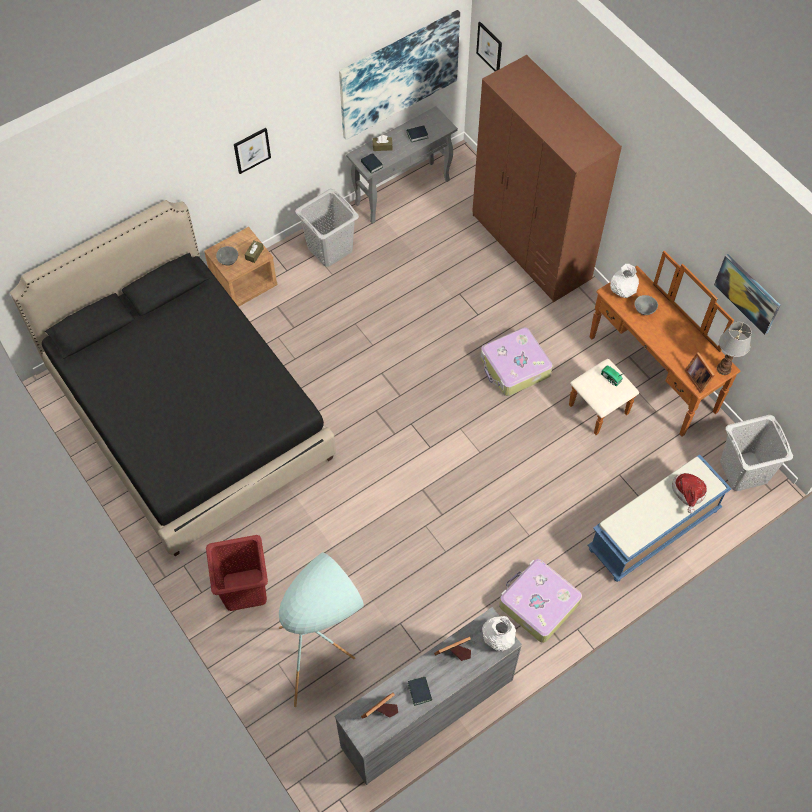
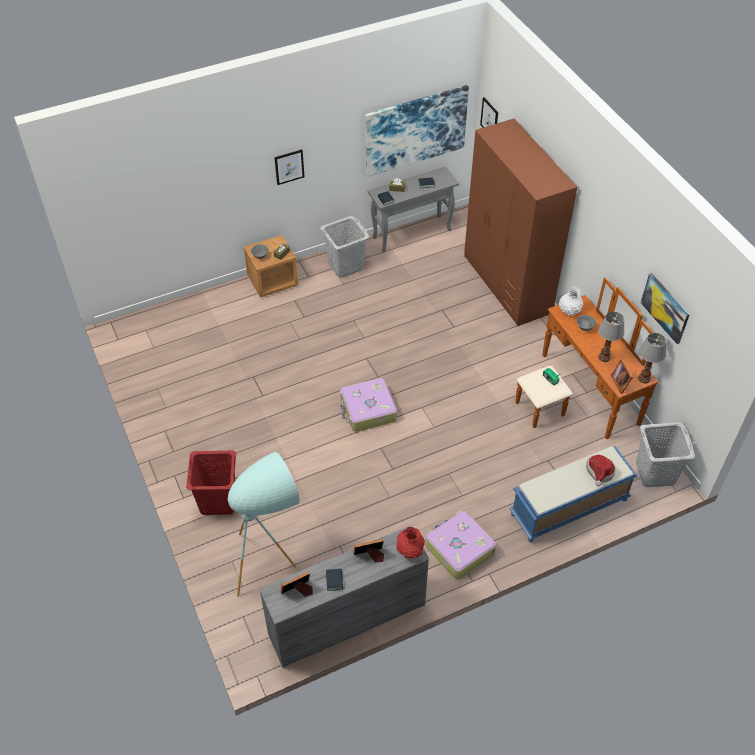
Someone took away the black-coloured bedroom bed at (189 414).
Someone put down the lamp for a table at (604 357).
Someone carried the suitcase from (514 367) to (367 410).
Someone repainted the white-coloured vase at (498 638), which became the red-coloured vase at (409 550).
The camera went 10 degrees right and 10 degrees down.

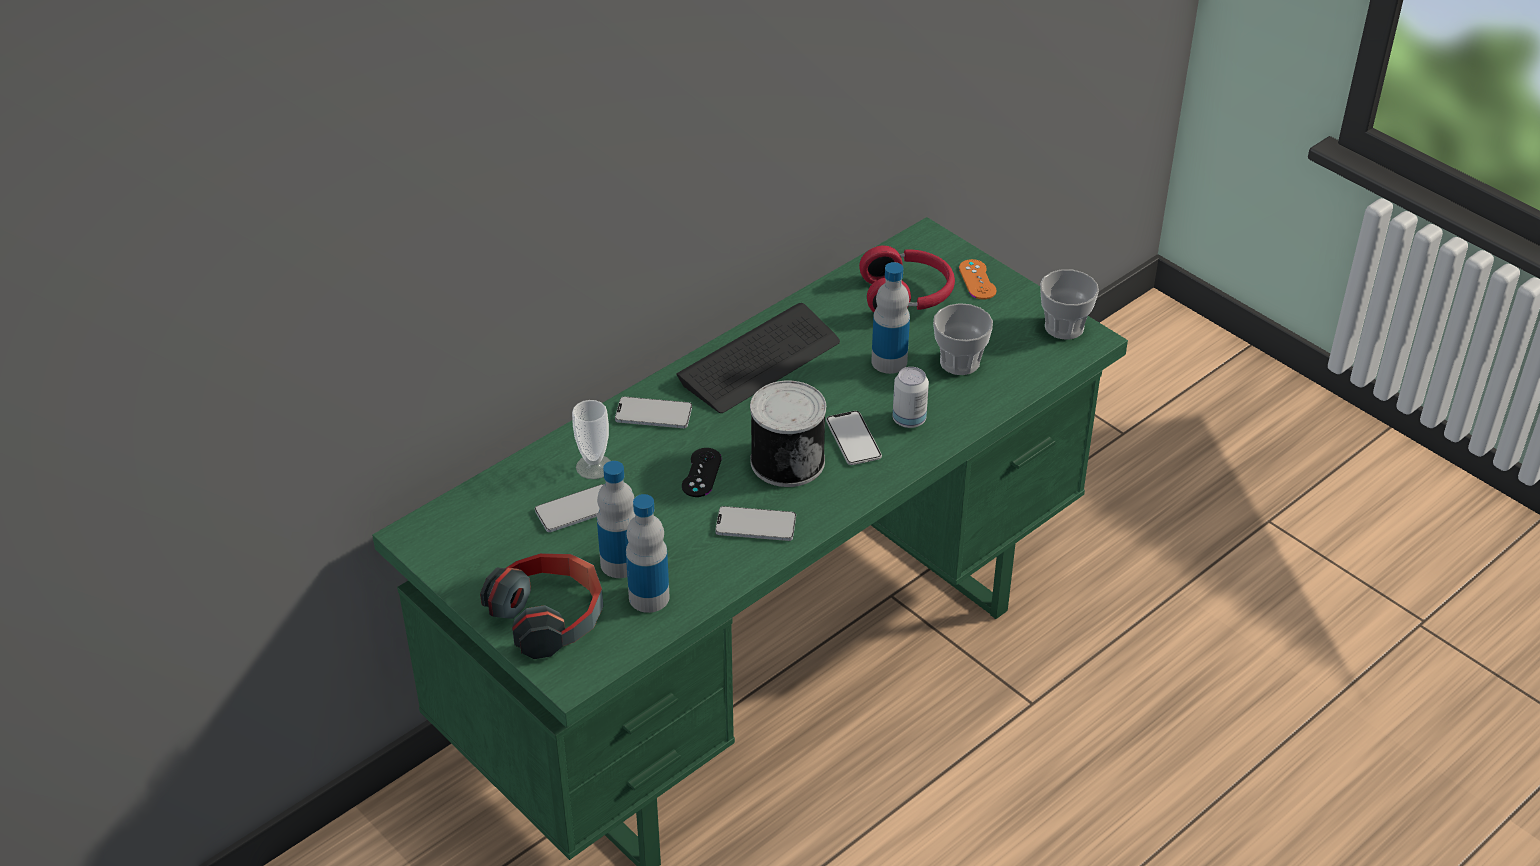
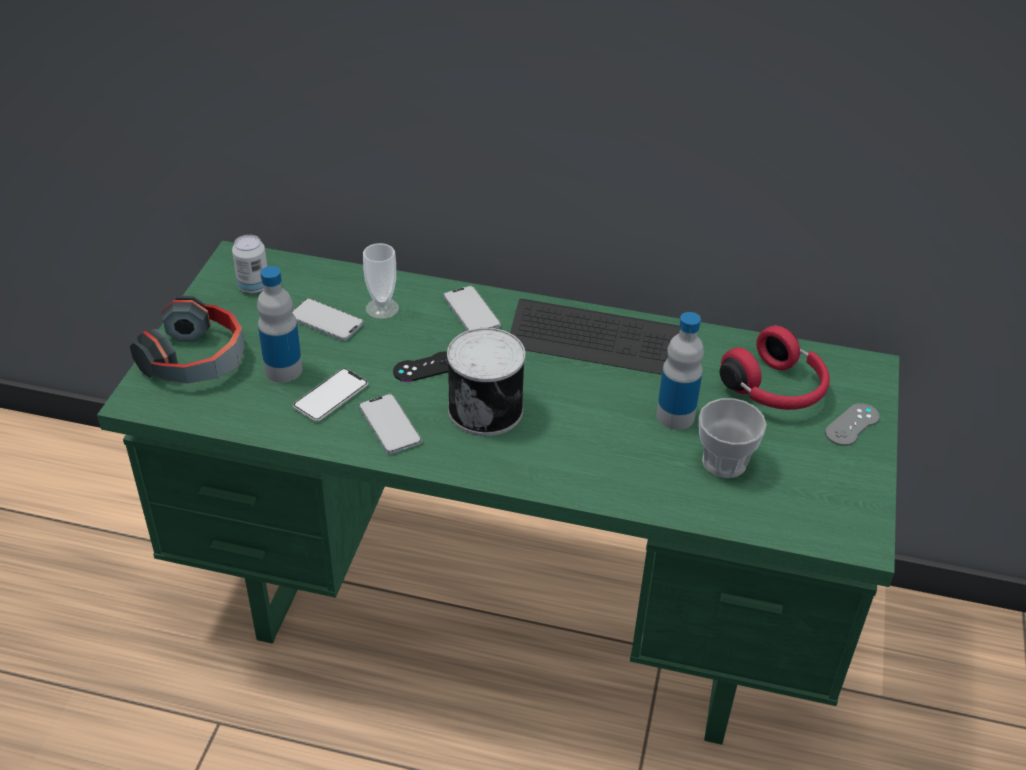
Someone took away the bottle at (649 597).
Someone took away the cup at (1064 327).
Someone carried the telephone from (853 439) to (331 396).
Someone carried the sealed can from (909 420) to (254 286).
Someone repainted the orange game controller at (977 280), which became the gray game controller at (852 425).
The camera went 55 degrees right and 0 degrees up.

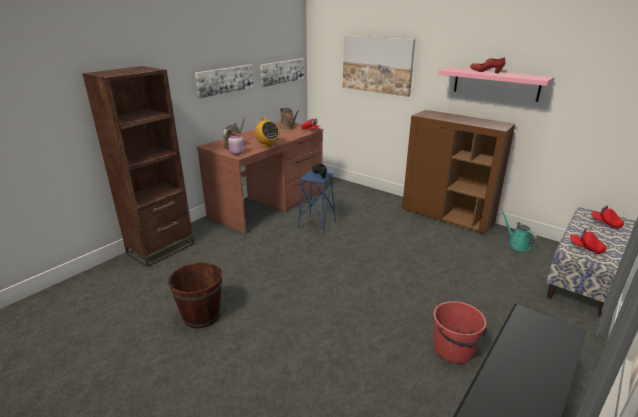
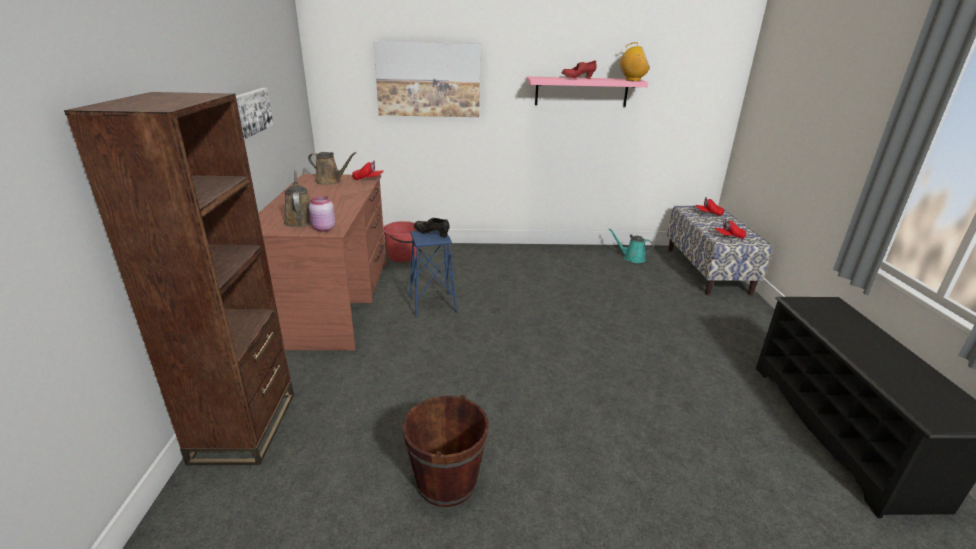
Someone took away the wall art at (282 71).
Someone took away the brown cabinet at (447 217).
Someone carried the radio from (267 145) to (632 80).
Someone carried the red-coloured pail from (454 349) to (403 256).
The camera went 40 degrees left and 0 degrees up.

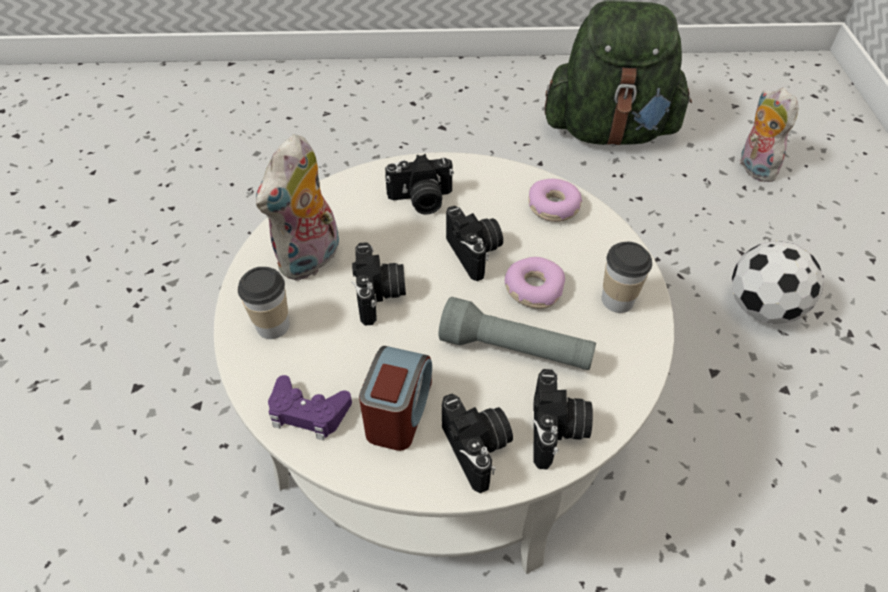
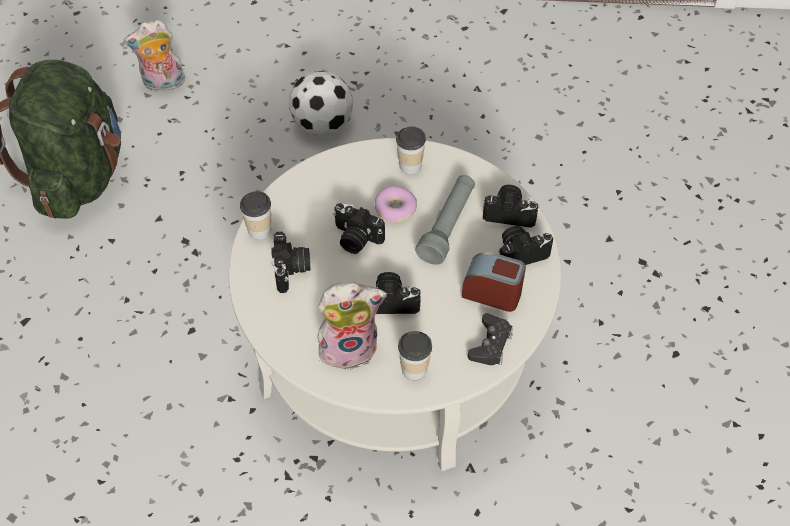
Someone took away the ring doughnut at (553 207).
Someone put down the cup at (259 230).
Someone repainted the purple-coloured game controller at (308 412), which became the black-coloured game controller at (490 344).
Someone rotated the soft toy at (311 260) by 45 degrees counterclockwise.
Someone rotated the photo camera at (476 253) by 135 degrees counterclockwise.
The camera went 85 degrees left and 5 degrees up.

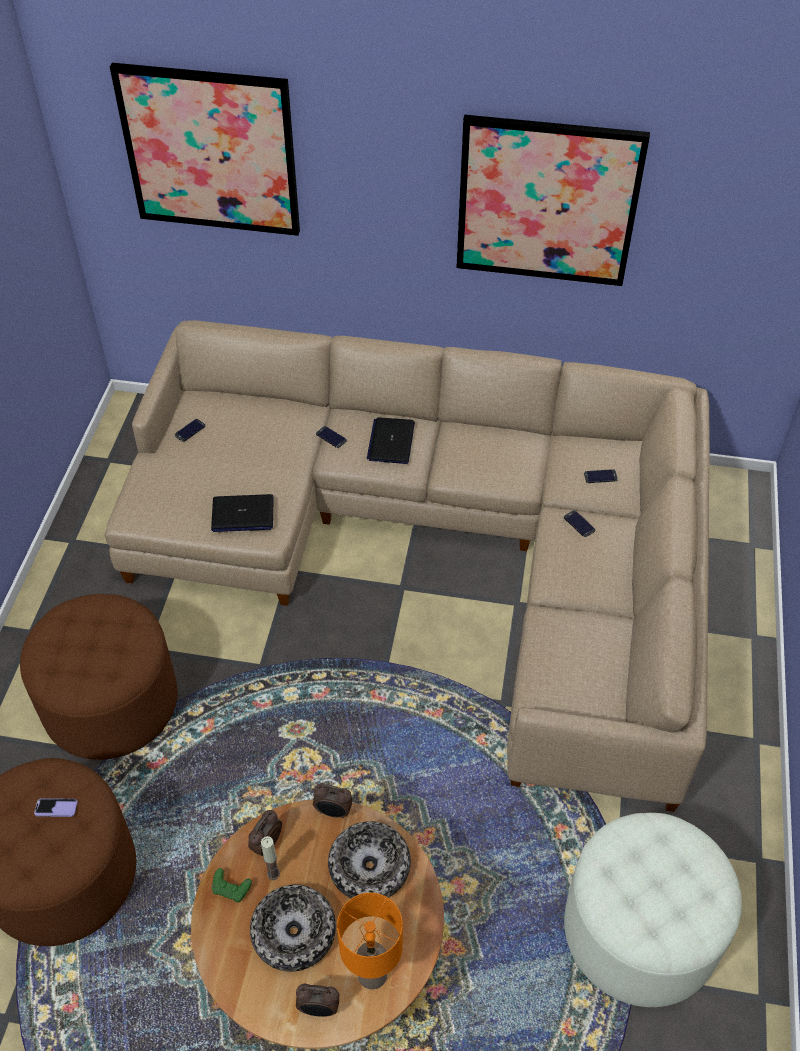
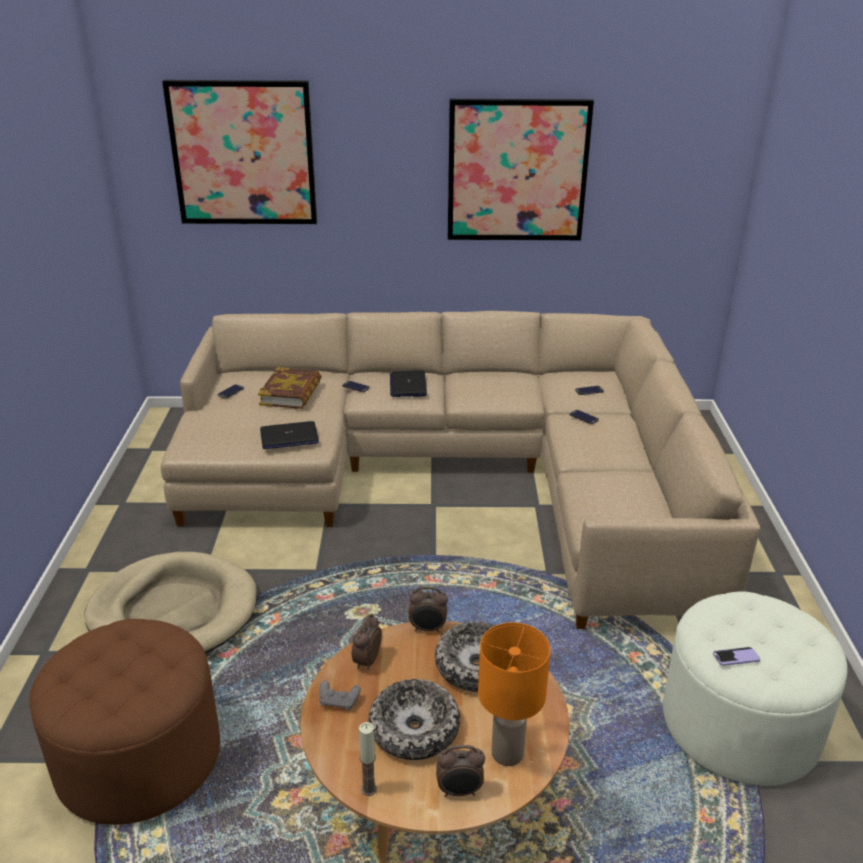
Someone put down the bound book at (291 393).
Someone carried the telephone from (56 808) to (736 657).
Someone carried the wax candle from (273 874) to (369 789).
Someone swapped the brown footrest at (110 701) for the beige dog cushion at (174 612).
Someone repainted the green-coloured game controller at (231 889), which became the gray game controller at (339 702).
The camera went 10 degrees left and 20 degrees down.

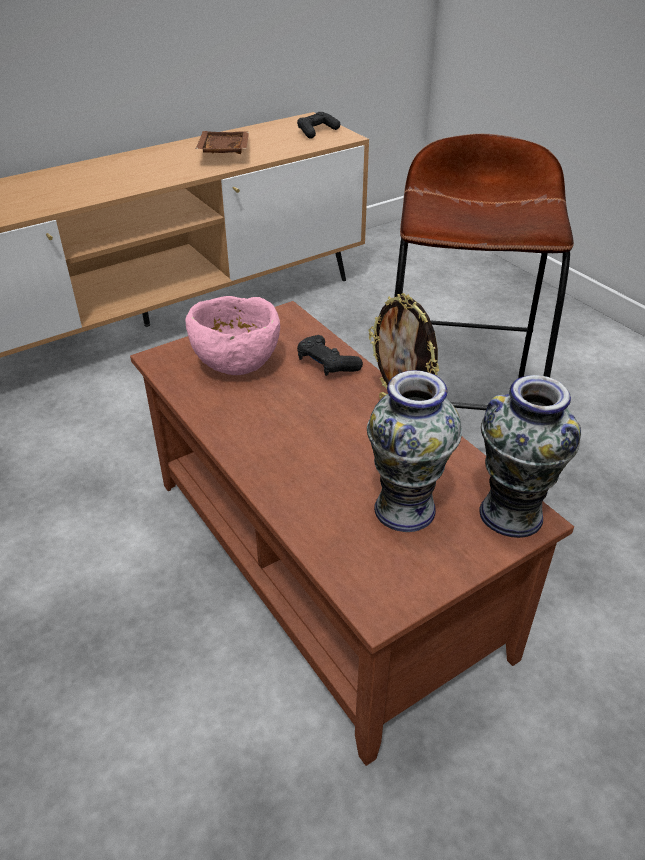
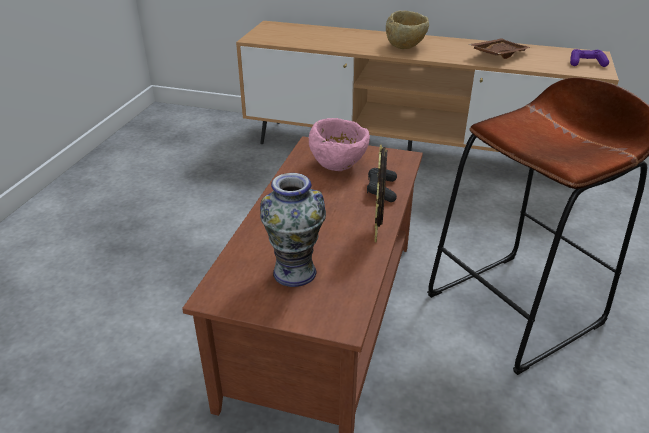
Someone took away the vase at (510 514).
Someone put down the beige deep dish at (406 47).
Someone repainted the black-coloured game controller at (317 131), which became the purple-coloured game controller at (586 63).
The camera went 50 degrees right and 5 degrees down.

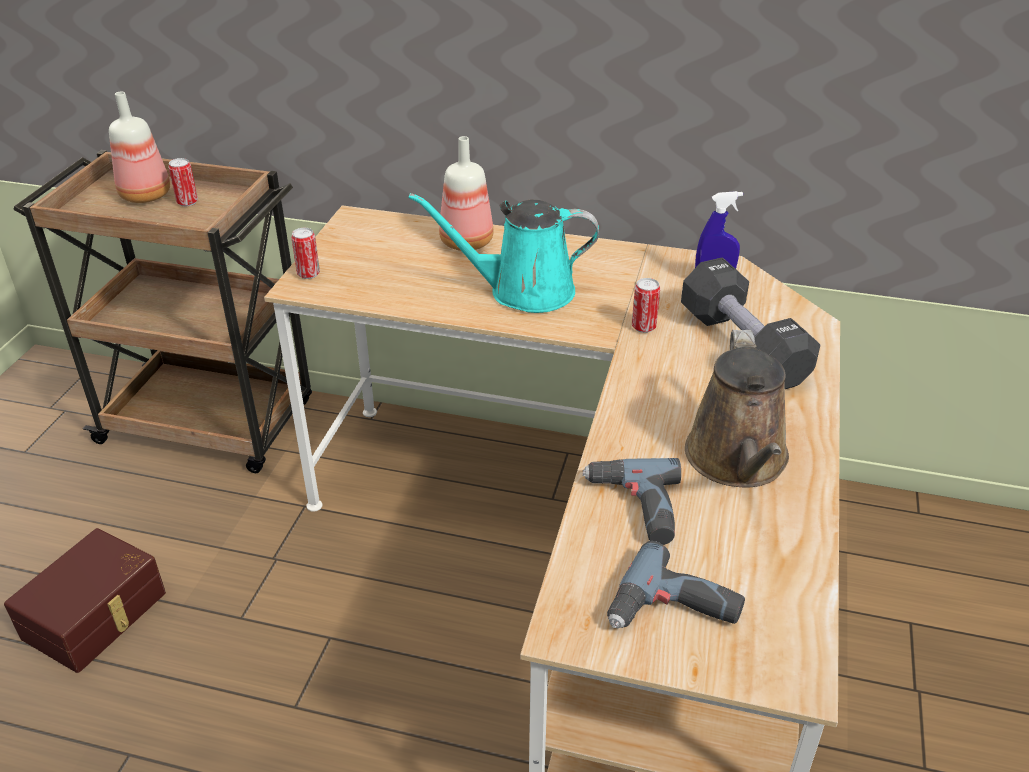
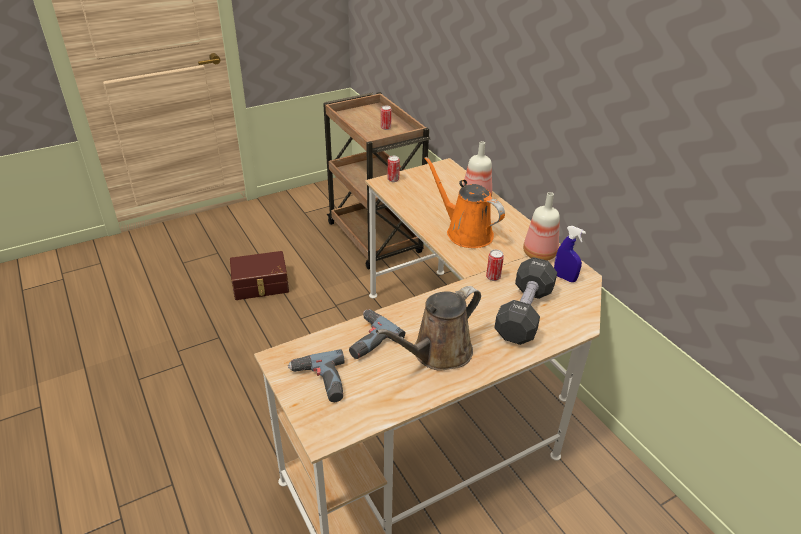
Someone carried the bottle from (146 195) to (540 253).
Someone repainted the turquoise watering can at (523 291), which became the orange watering can at (465 232).
The camera went 45 degrees right and 0 degrees up.

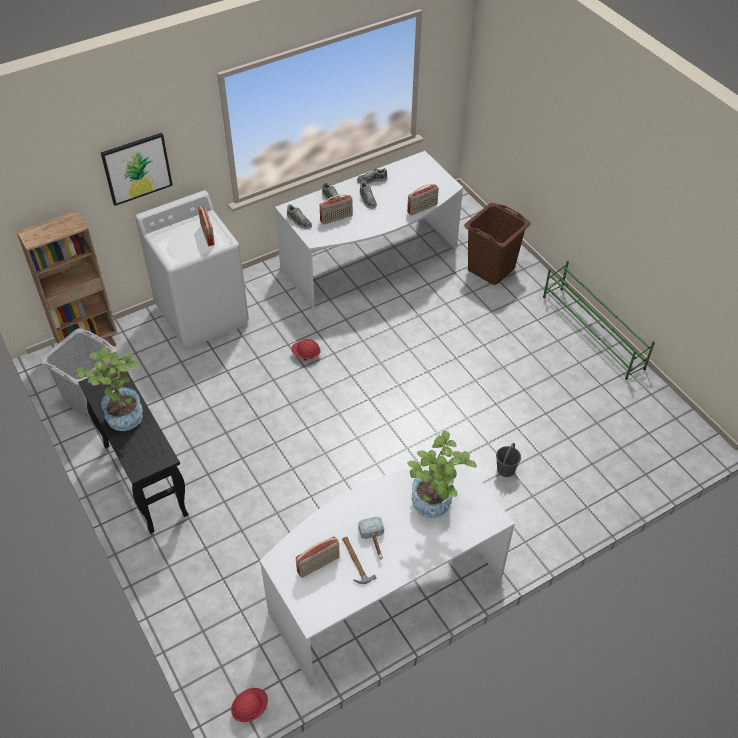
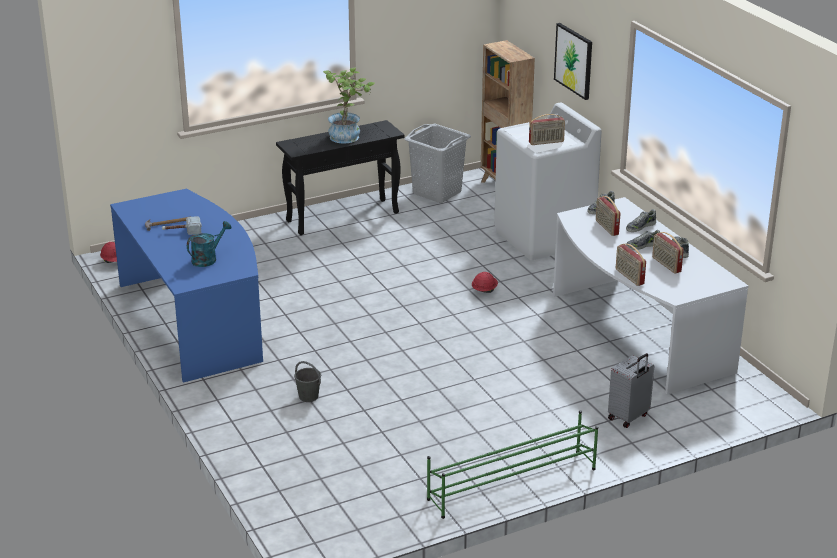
Someone carried the radio from (318 565) to (666 265).
Someone swapped the plant in a pot at (435 506) for the turquoise watering can at (208 259).
Someone swapped the brown laundry basket at (491 269) for the gray suitcase at (629 417).
Someone repainted the white-coloured desk unit at (383 589), which became the blue desk unit at (194 320).
The camera went 95 degrees right and 20 degrees down.

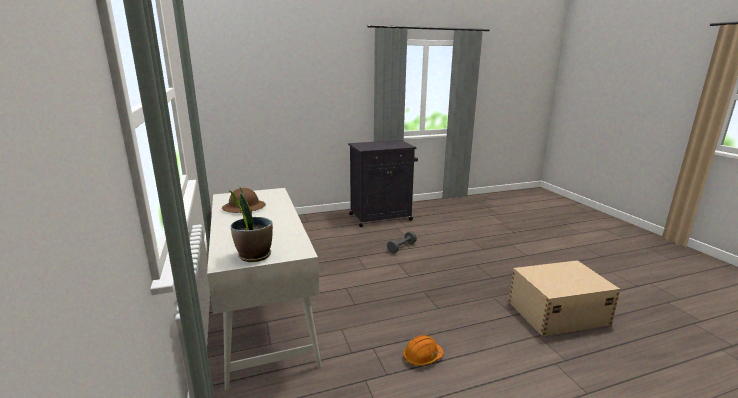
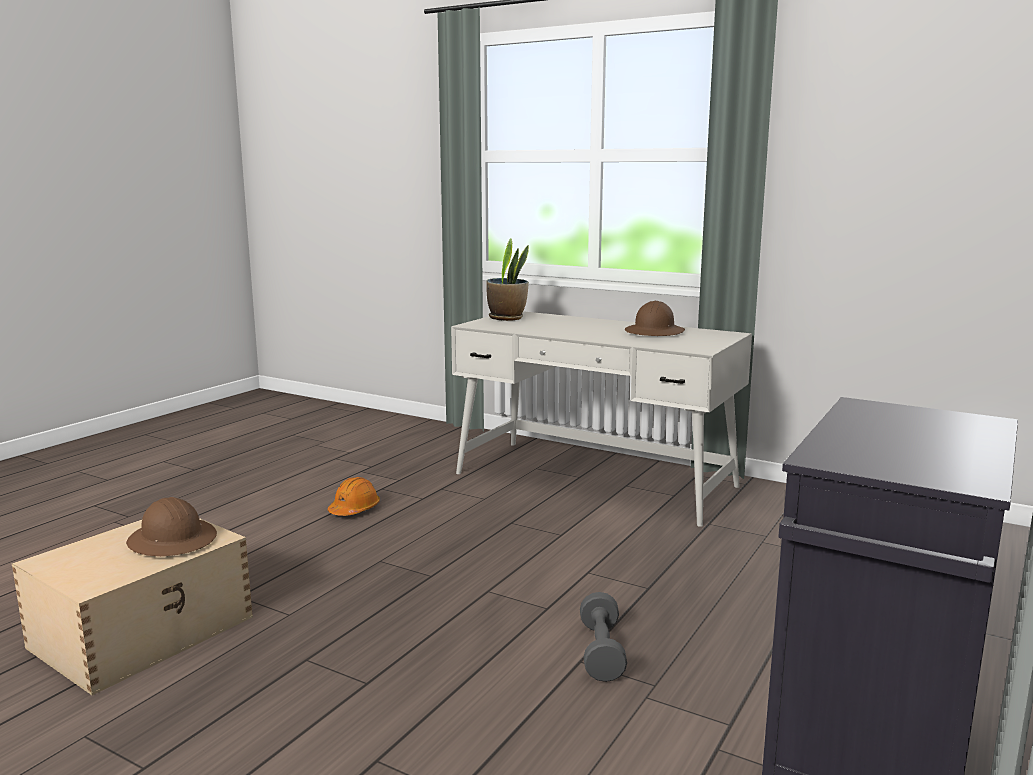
Someone put down the brown hard hat at (173 540).
The camera went 140 degrees right and 5 degrees down.

